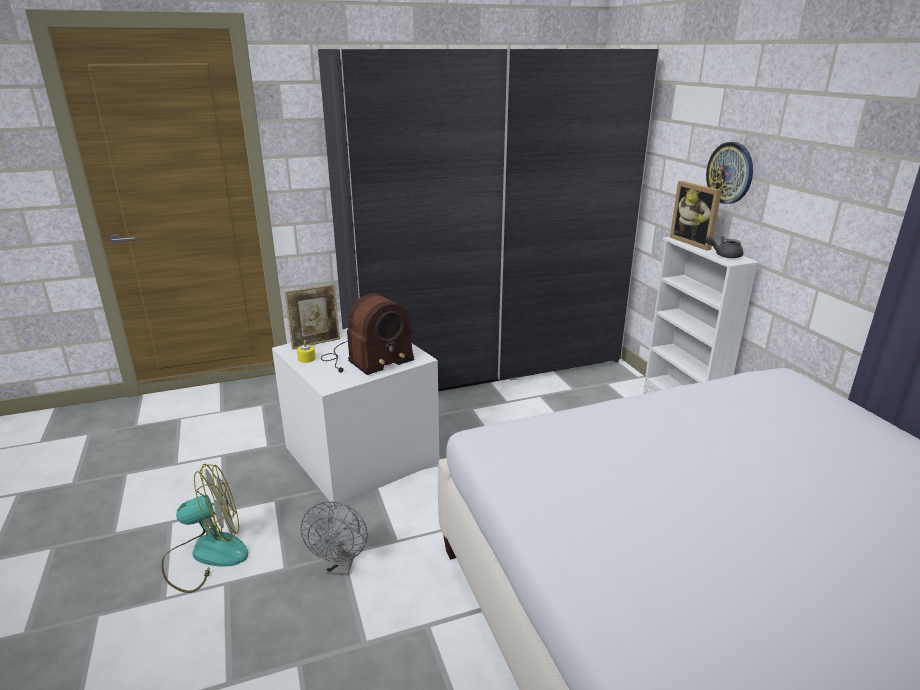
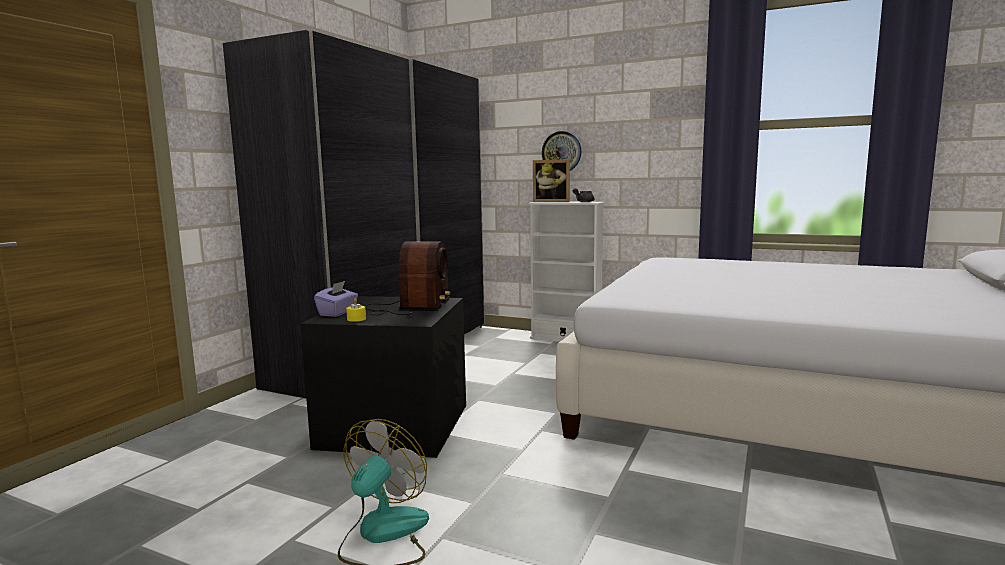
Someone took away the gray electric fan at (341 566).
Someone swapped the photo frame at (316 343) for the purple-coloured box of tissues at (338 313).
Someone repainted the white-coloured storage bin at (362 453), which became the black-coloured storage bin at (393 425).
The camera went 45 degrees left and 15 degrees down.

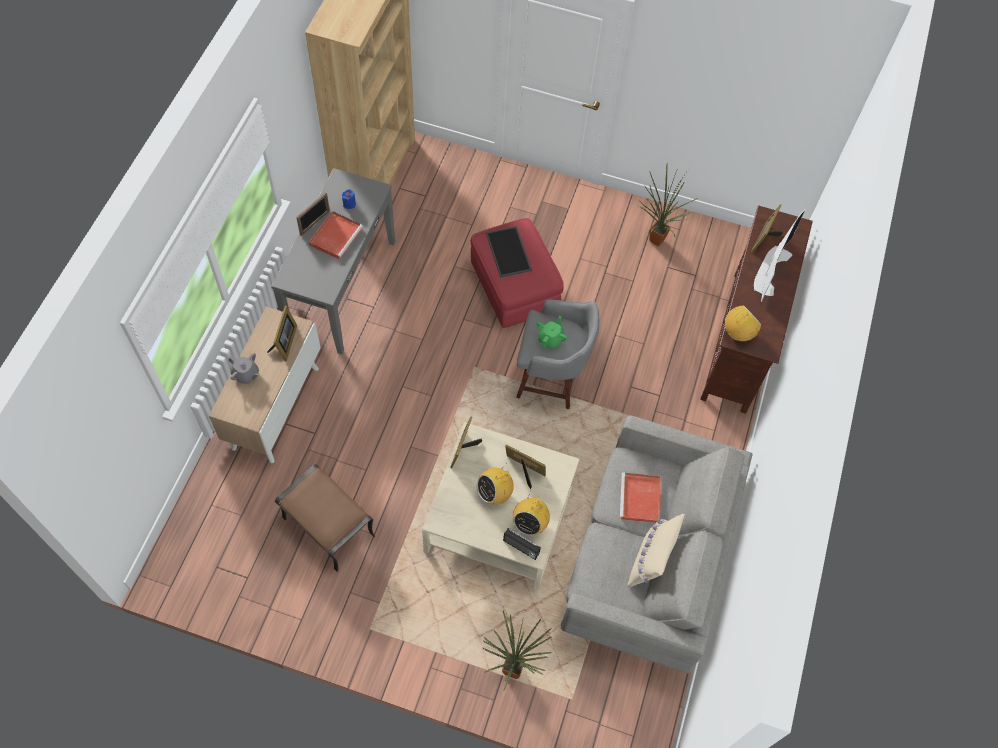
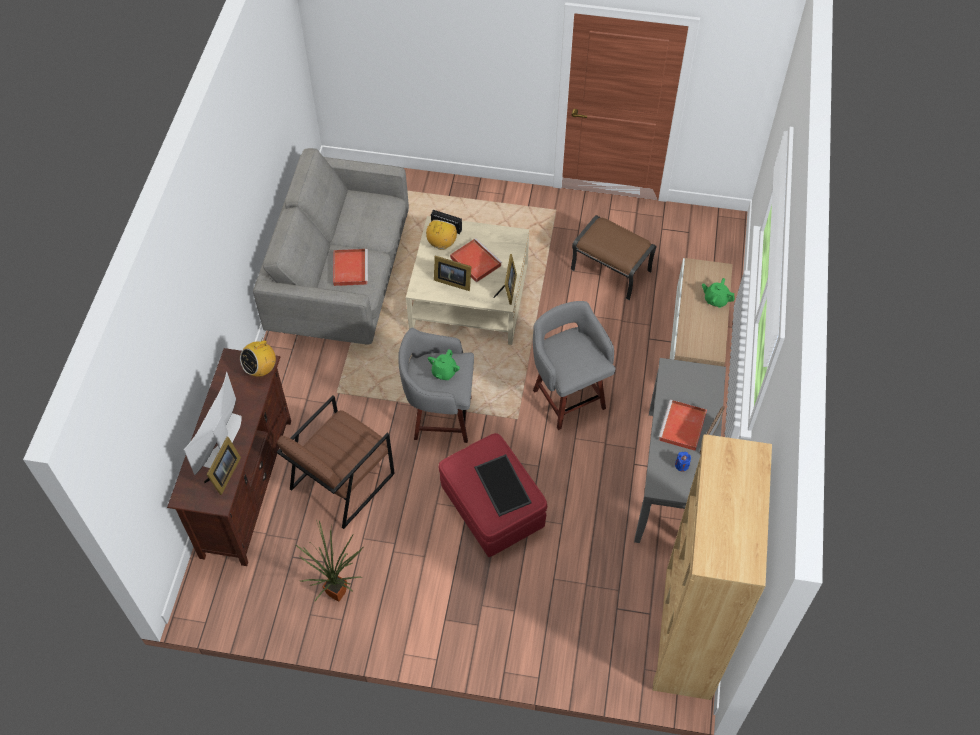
Someone took away the photo frame at (285 343).
Someone took away the plant in a pot at (514 667).
Someone took away the beige cushion at (650 561).
Someone put down the brown easy chair at (341 481).
Someone put down the gray stool at (567 397).
Someone swapped the radio at (494 493) for the red-coloured serving tray at (475 261).
Someone repainted the gray tea pot at (246 374), which became the green-coloured tea pot at (716 300).
The camera went 175 degrees right and 5 degrees down.

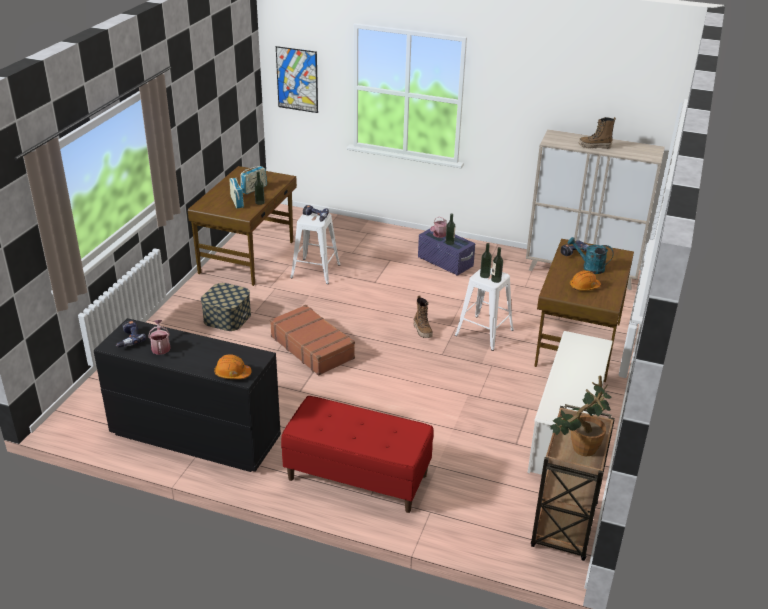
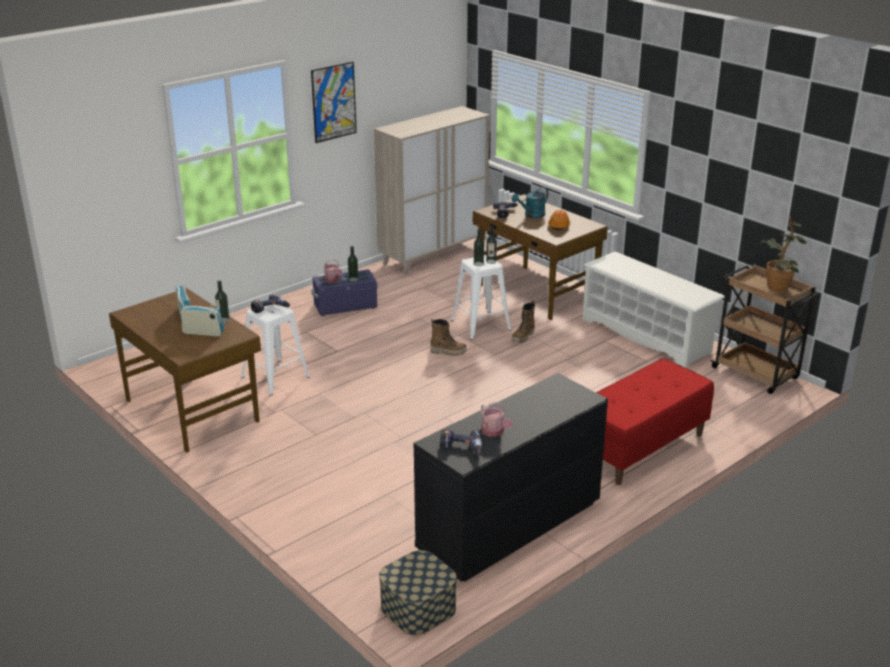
Someone took away the orange hard hat at (232 373).
Someone took away the brown suitcase at (312 347).
Someone carried the storage bin from (227 318) to (418 608).
Someone carried the wall art from (297 79) to (334 102).
Someone carried the high-top boot from (594 147) to (523 337).
Someone rotated the watering can at (160 347) by 135 degrees counterclockwise.
The camera went 60 degrees left and 5 degrees down.

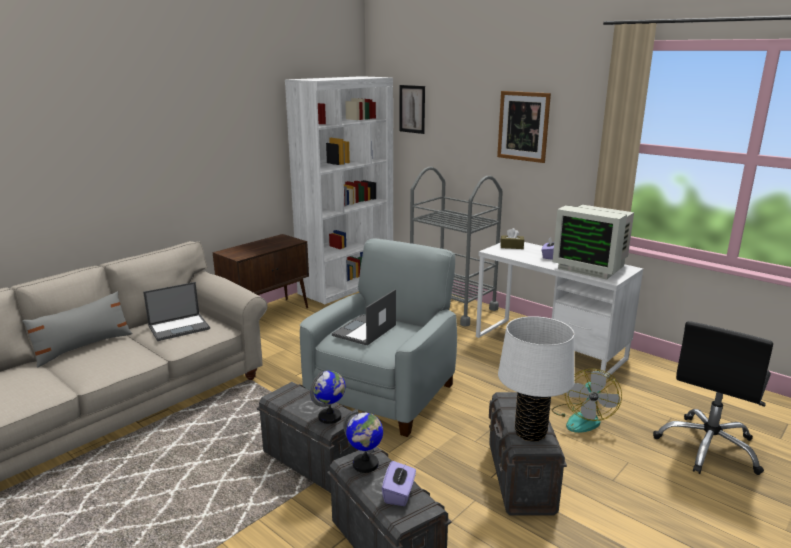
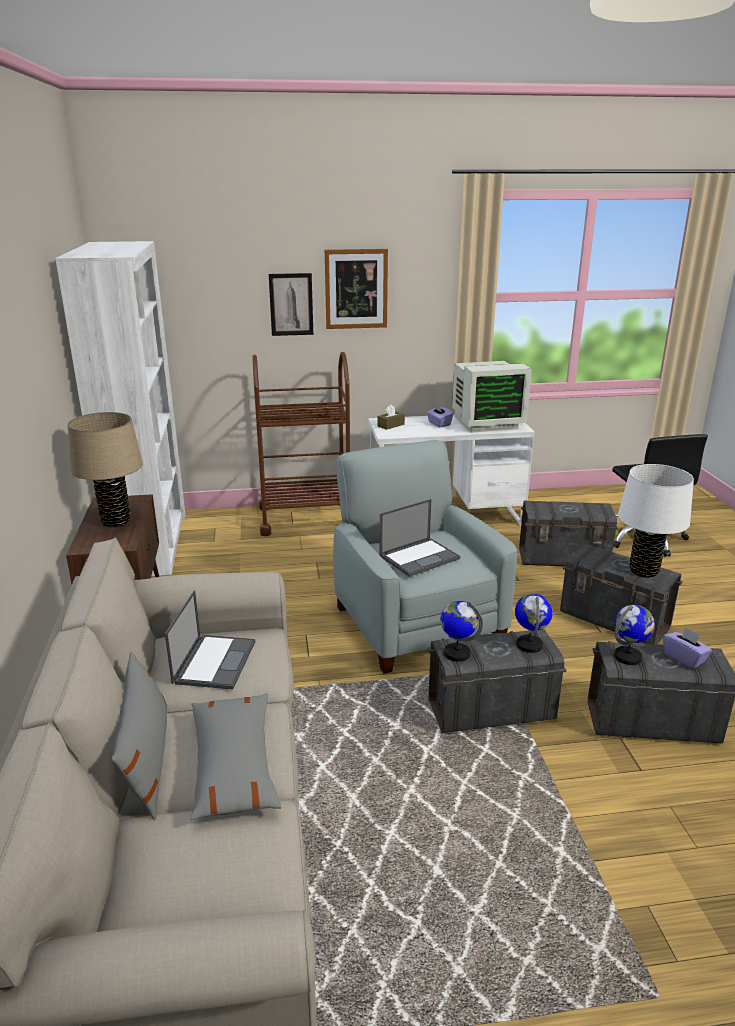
Someone put down the beige lamp for a table at (115 521).
Someone put down the gray cushion at (234 765).
Someone put down the world globe at (456 653).
Someone carried the wall art from (412 109) to (291 304).
Someone swapped the electric fan at (582 418) for the gray storage bin at (563 558).
Someone repainted the gray trolley at (452 307), which became the brown trolley at (305 518).
Someone rotated the laptop at (364 331) by 105 degrees counterclockwise.
The camera went 50 degrees left and 5 degrees up.

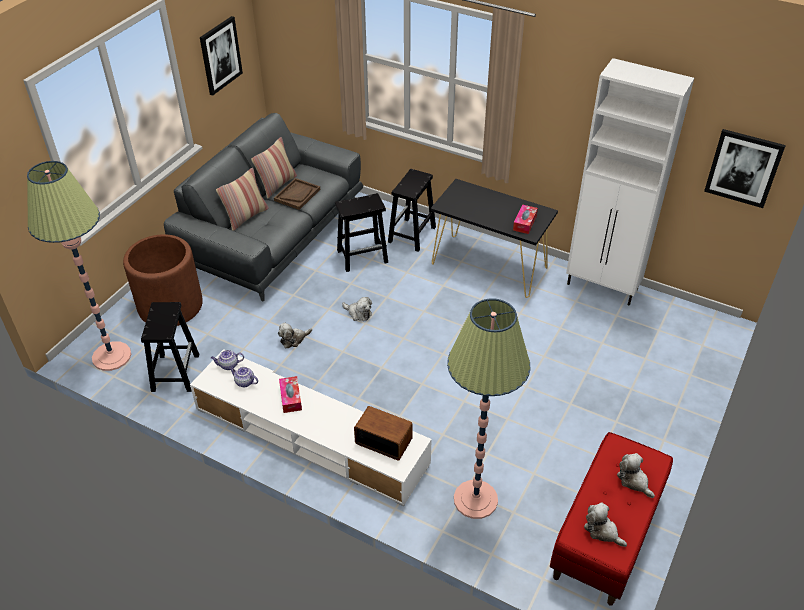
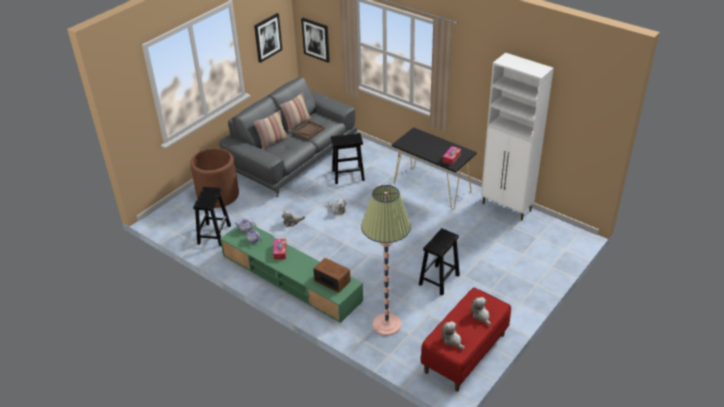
Someone took away the standard lamp at (111 356).
Someone carried the black-coloured stool from (411 235) to (439 280).
Someone carried the wall art from (743 168) to (316 39).
Someone repainted the white-coloured tv stand at (309 436), which became the green-coloured tv stand at (290 278).
The camera went 10 degrees right and 5 degrees down.

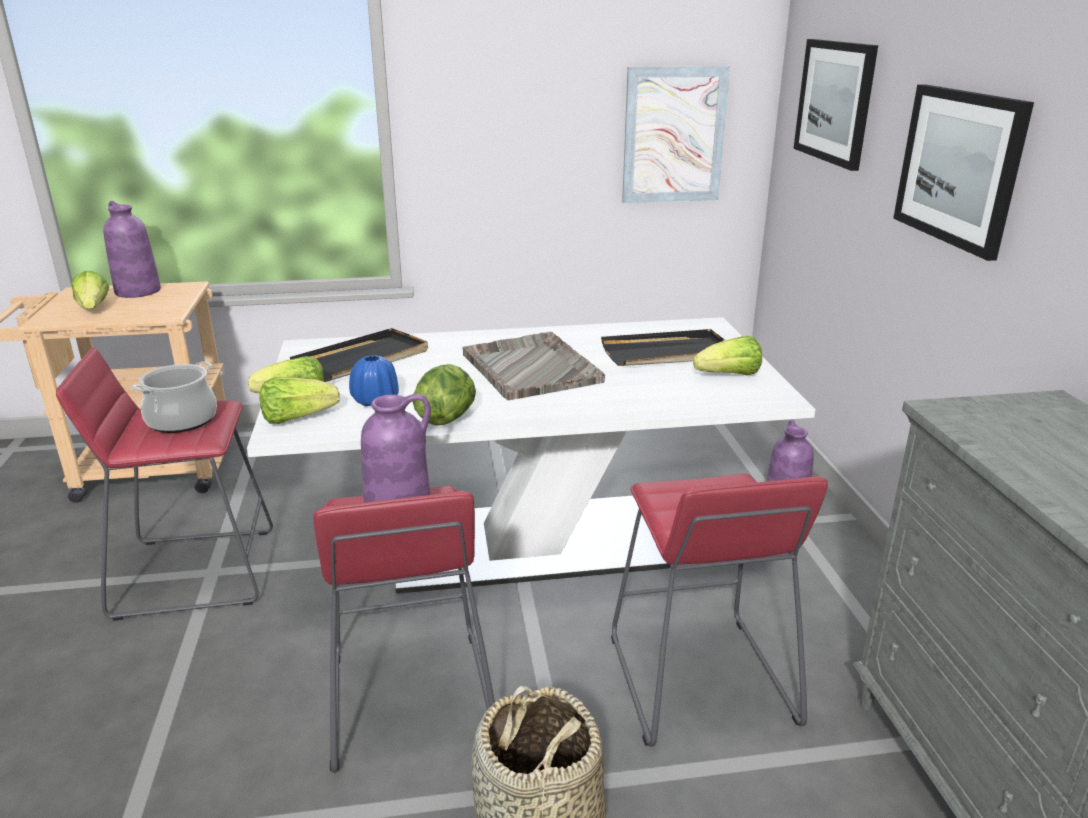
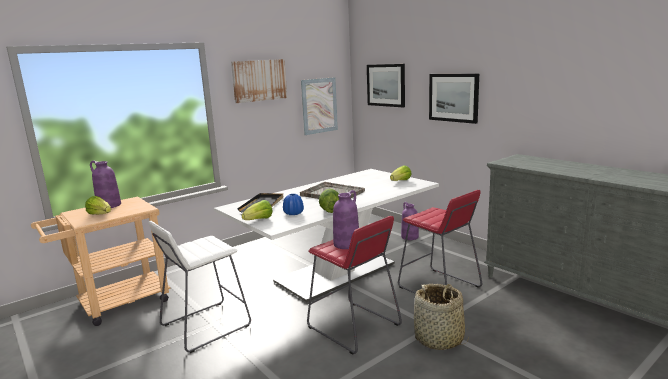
Someone took away the saucepot at (182 420).
Someone took away the head of lettuce at (297 418).
Someone took away the black-coloured serving tray at (668 353).
Someone put up the wall art at (259 80).
Someone repainted the red-coloured stool at (195 572), which became the white-coloured stool at (205 326).
The camera went 30 degrees left and 10 degrees down.

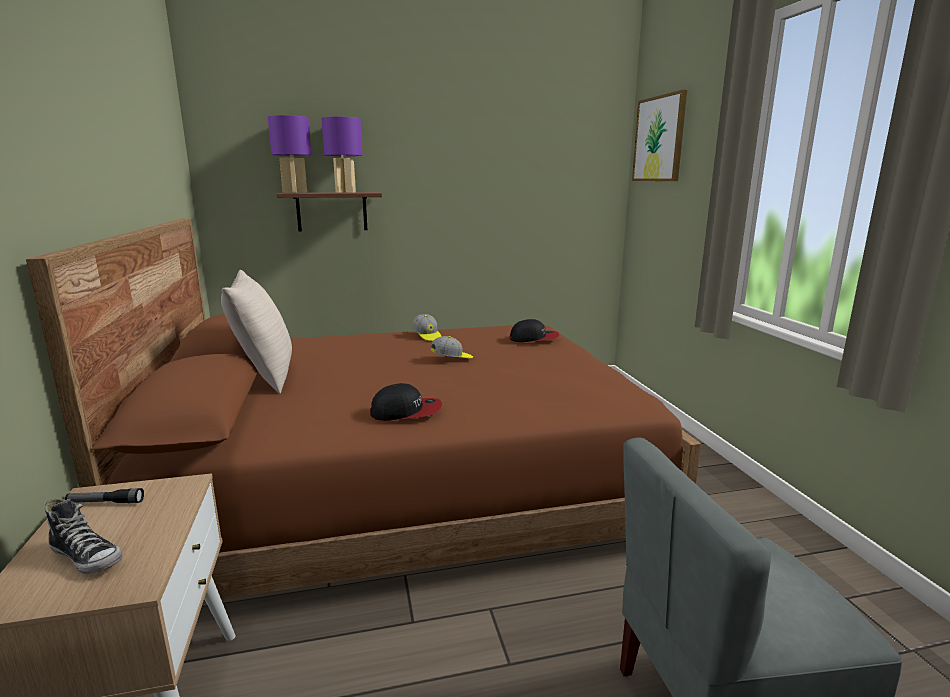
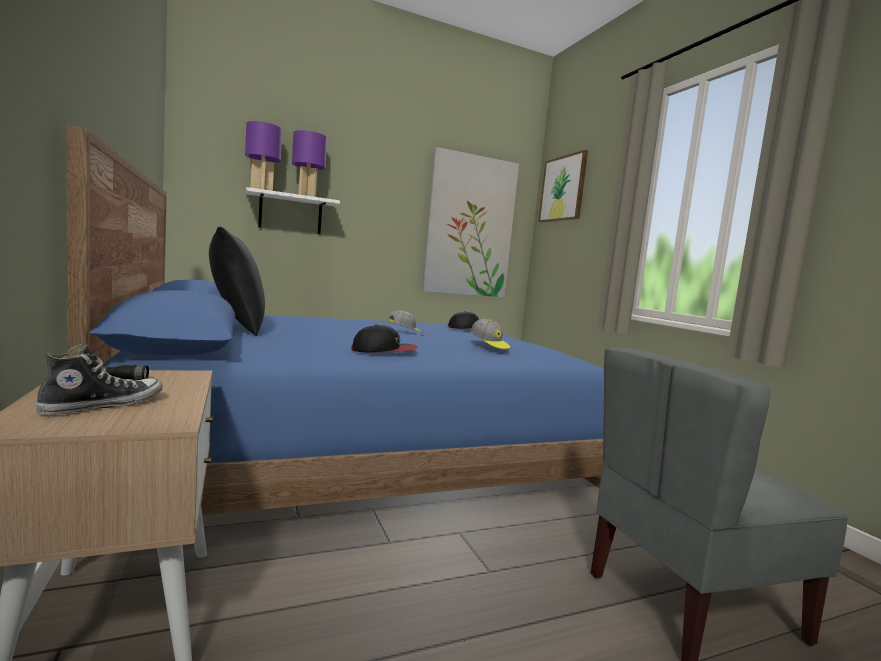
Someone put up the wall art at (470 226).
Someone carried the peaked cap from (427 336) to (489 345).
Someone repainted the brown bedroom bed at (407 482), which became the blue bedroom bed at (355 444).
Someone repainted the beige cushion at (265 376), which became the black-coloured cushion at (235 327).
Someone repainted the brown bracket shelf at (332 211), which became the white-coloured bracket shelf at (290 214).
Someone rotated the item of footwear at (87 557) by 75 degrees counterclockwise.
The camera went 10 degrees left and 10 degrees down.

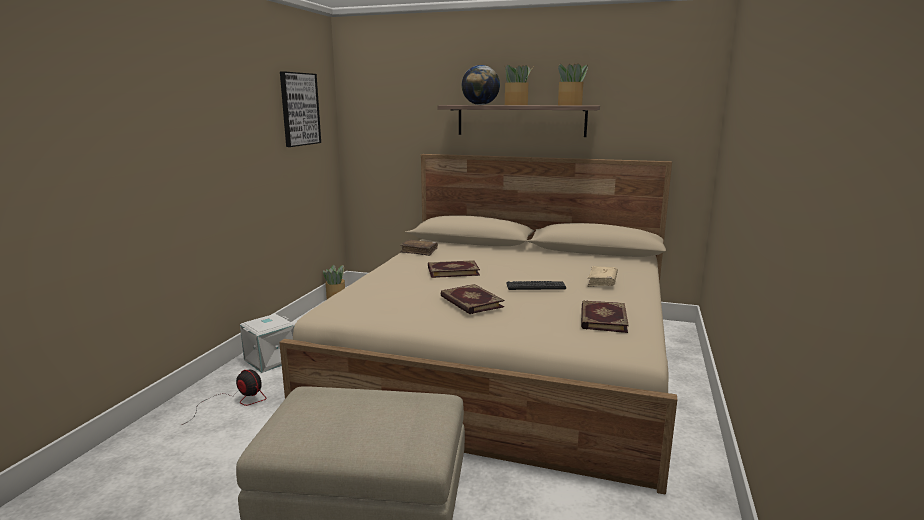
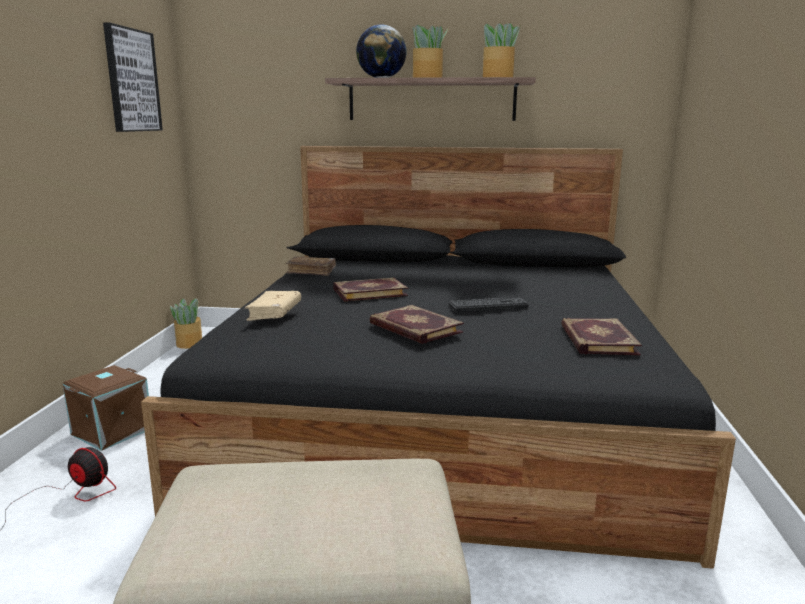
Someone carried the beige bound book from (602 282) to (274 313).
Someone repainted the white-coloured storage bin at (271 360), which became the brown storage bin at (112 432).
Someone repainted the beige bedroom bed at (506 361), which became the black-coloured bedroom bed at (441 409).
The camera went 10 degrees left and 0 degrees up.

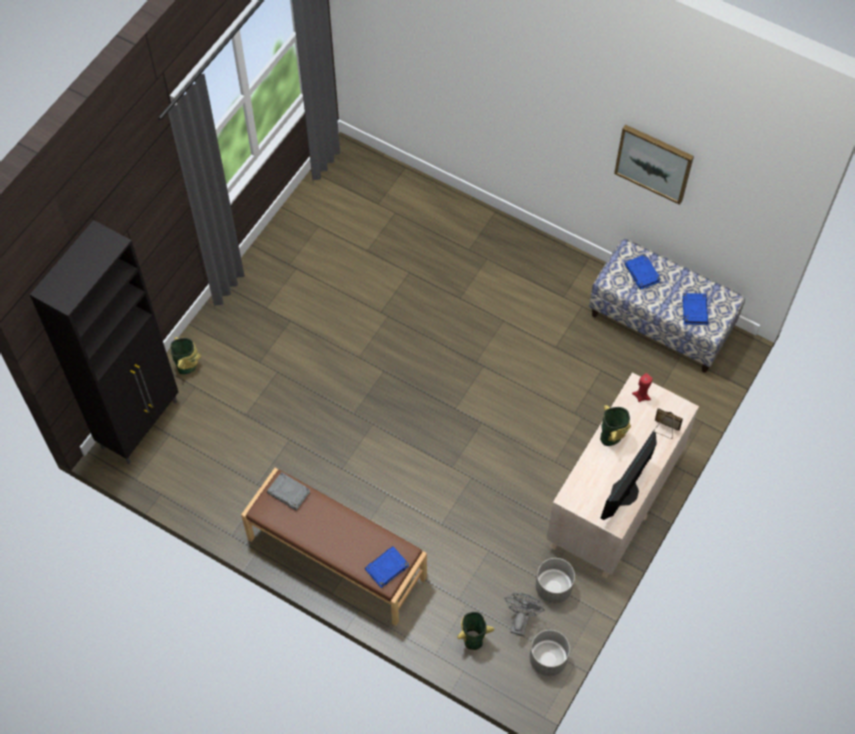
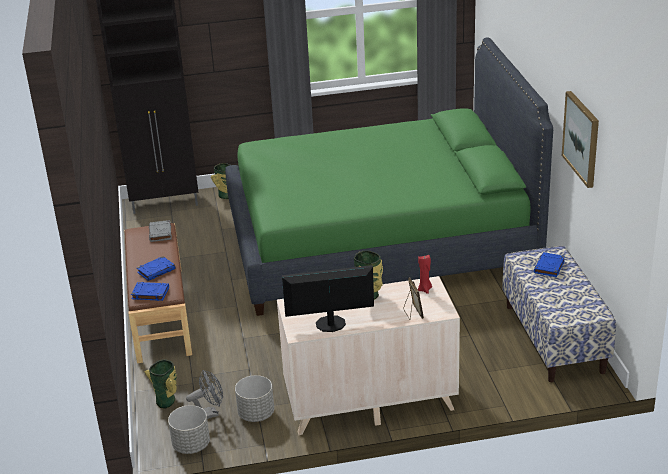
Someone put down the green-coloured bedroom bed at (379 242).
Someone carried the blue bound book from (694 310) to (156 270).
The camera went 50 degrees right and 30 degrees down.

